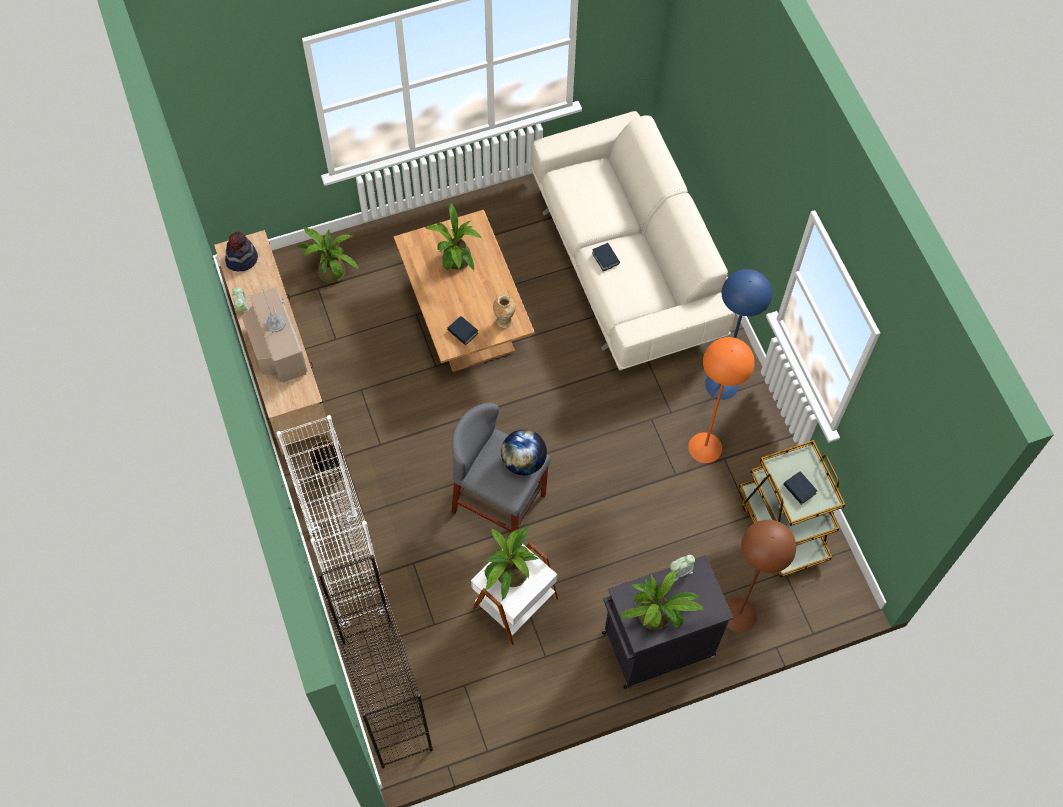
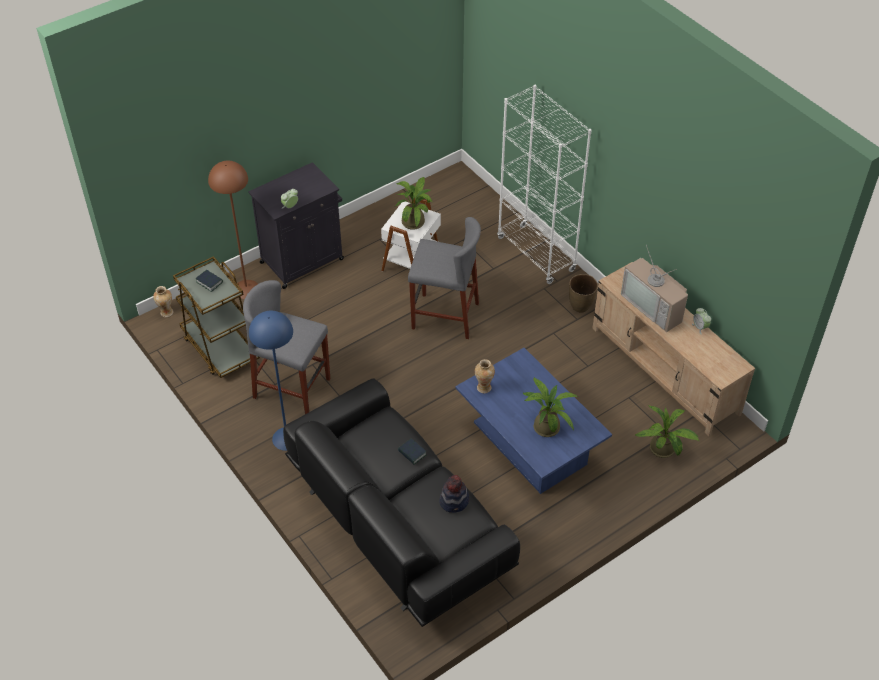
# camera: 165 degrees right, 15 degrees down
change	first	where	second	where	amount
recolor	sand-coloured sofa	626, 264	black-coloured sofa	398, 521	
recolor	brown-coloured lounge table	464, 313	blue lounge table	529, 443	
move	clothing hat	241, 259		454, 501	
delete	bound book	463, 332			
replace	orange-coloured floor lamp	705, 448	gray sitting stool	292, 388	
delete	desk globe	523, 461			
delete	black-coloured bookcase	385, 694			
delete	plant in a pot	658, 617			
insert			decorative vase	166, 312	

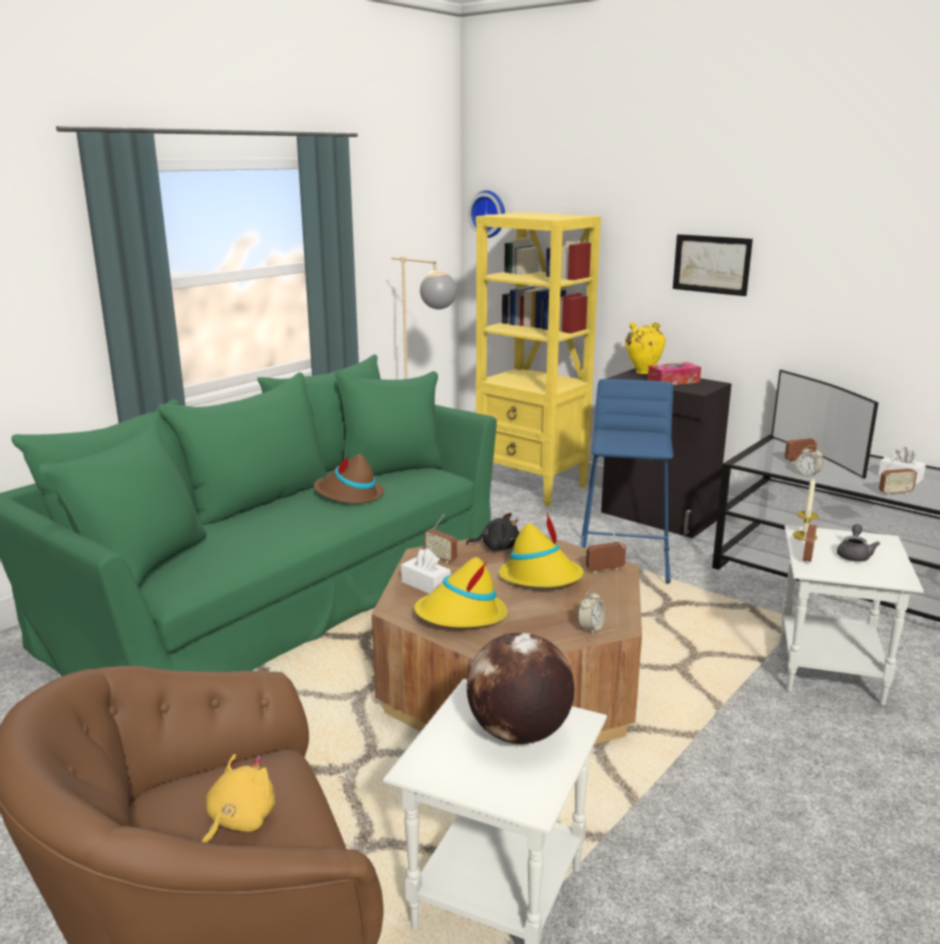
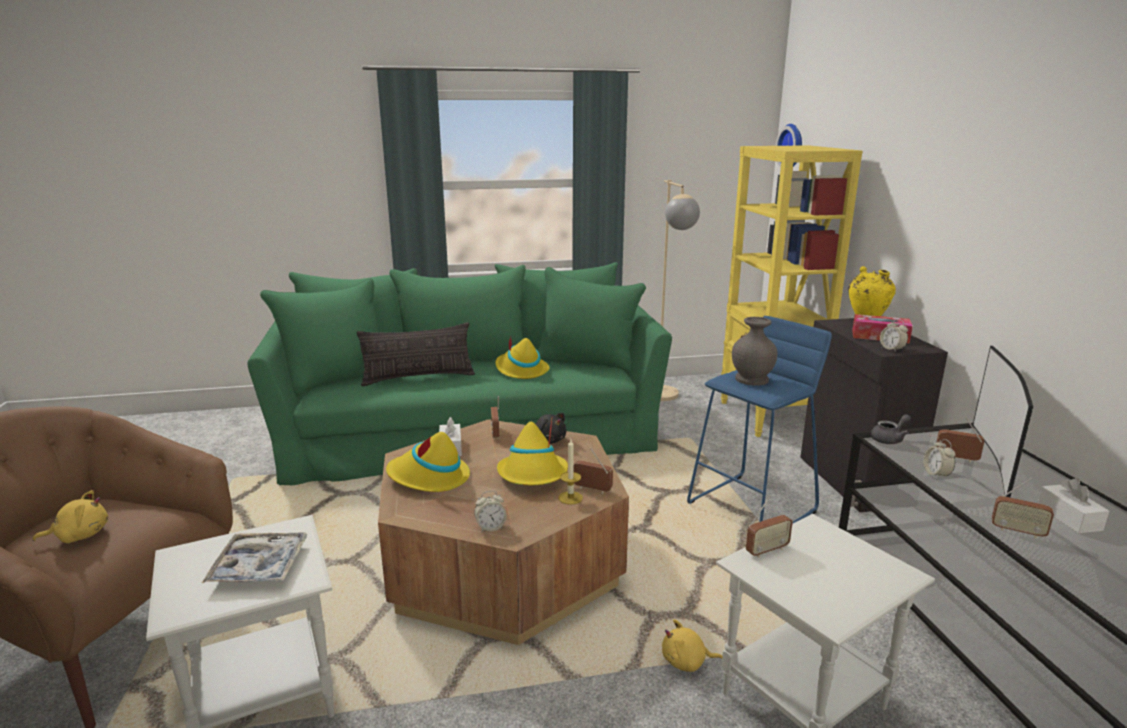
# camera: 40 degrees right, 0 degrees up
change	first	where	second	where	amount
delete	picture	711, 264			
recolor	brown-coloured clothing hat	349, 495	yellow clothing hat	521, 370	
move	wax candle	804, 536		570, 498	
move	gray tea pot	854, 555		889, 439	
replace	desk globe	518, 733	serving tray	259, 566	
insert			gray decorative vase	750, 379	
insert			table clock	891, 349	
insert			pillow	418, 378	
insert			yellow plush toy	687, 662	

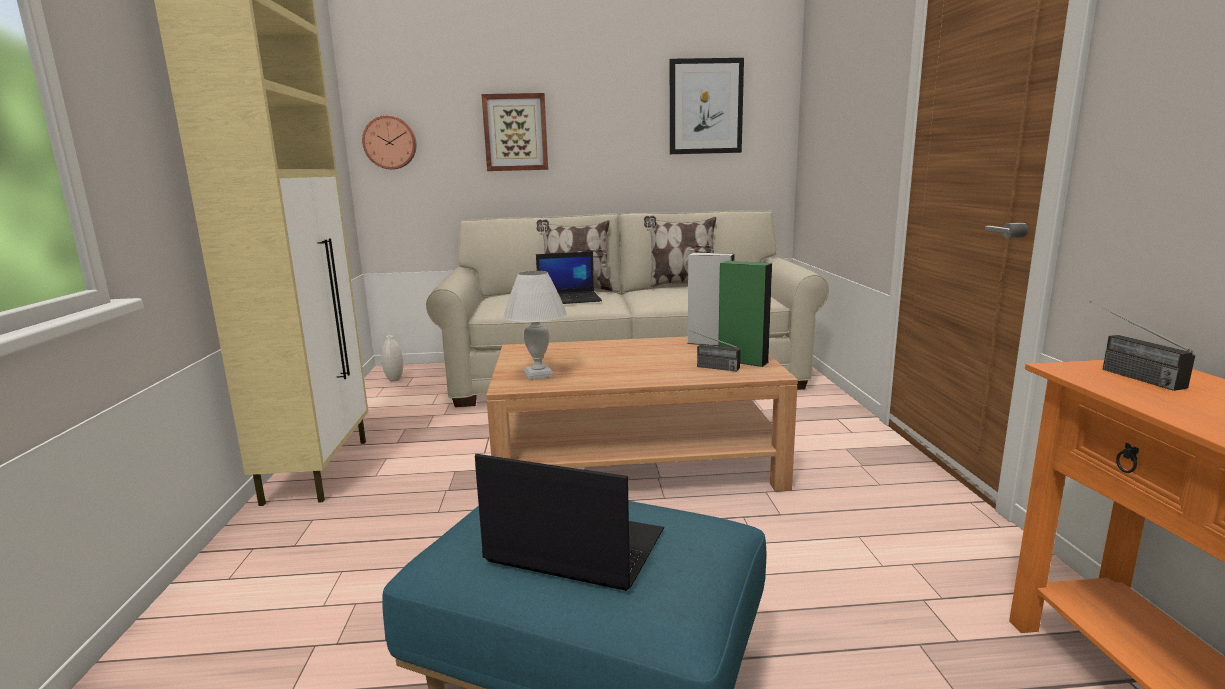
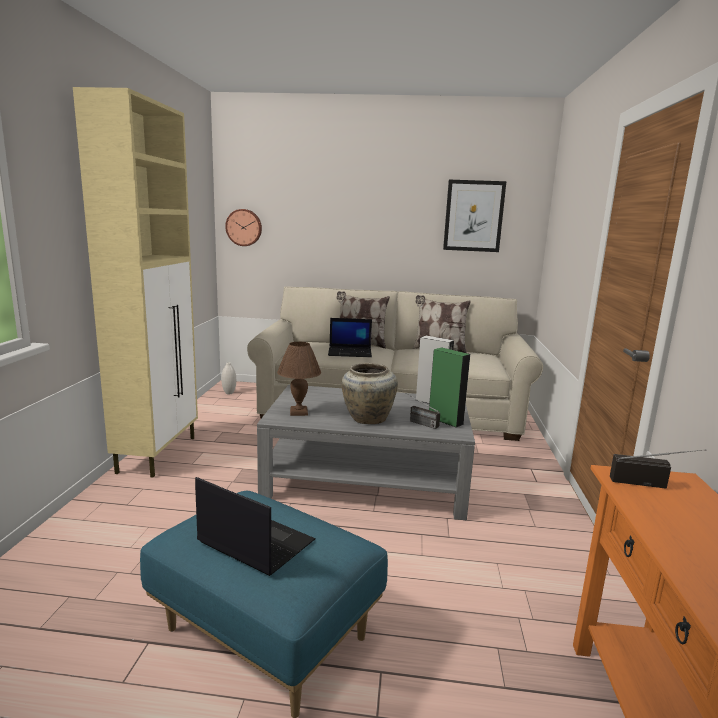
# camera: 10 degrees right, 0 degrees up
change	first	where	second	where	amount
delete	picture	515, 132			
recolor	whitish table lamp	539, 374	brown-coloured table lamp	299, 412	
rotate	radio	1122, 373		651, 483	105 degrees clockwise
recolor	brown-coloured lounge table	637, 460	gray lounge table	367, 479	
insert			sand-coloured decorative vase	367, 418	

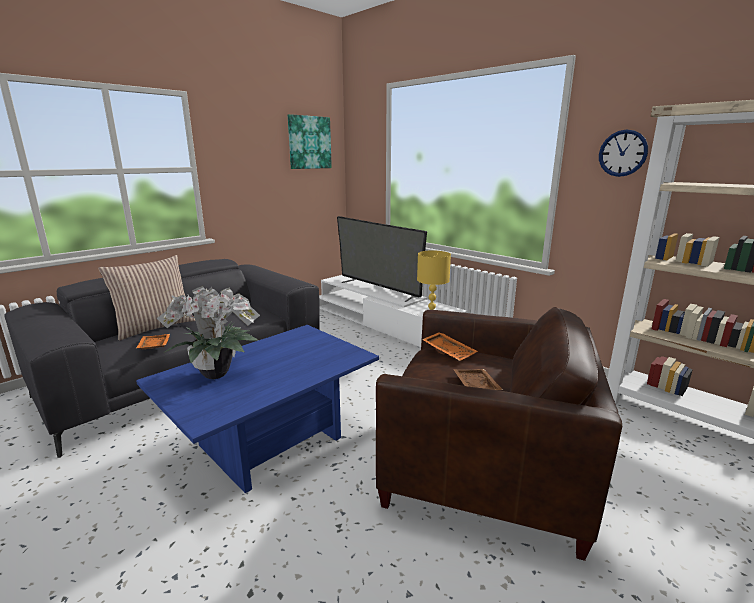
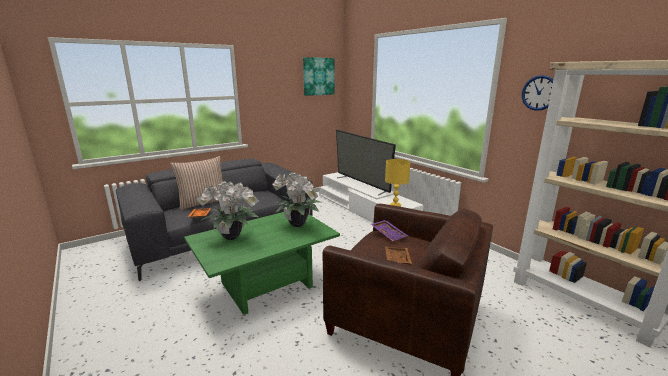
# camera: 10 degrees right, 0 degrees up
change	first	where	second	where	amount
recolor	blue lounge table	271, 444	green lounge table	266, 286	
recolor	orange-coloured serving tray	449, 352	purple-coloured serving tray	389, 234	
insert			plant in a pot	298, 225	

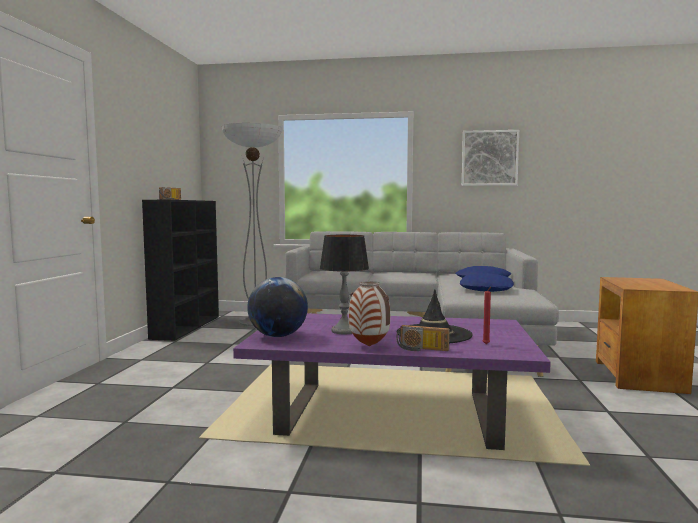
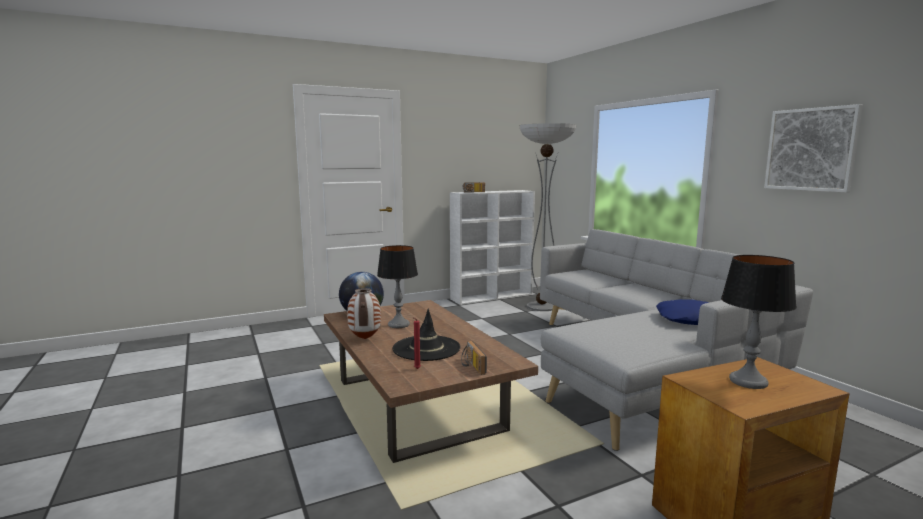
# camera: 55 degrees right, 5 degrees up
change	first	where	second	where	amount
recolor	black-coloured bookcase	187, 327	whitish bookcase	492, 296	
delete	blue pillow	486, 289			
recolor	purple-coloured lounge table	391, 413	brown-coloured lounge table	419, 404	
move	radio	421, 349		471, 366	
insert			table lamp	748, 381	

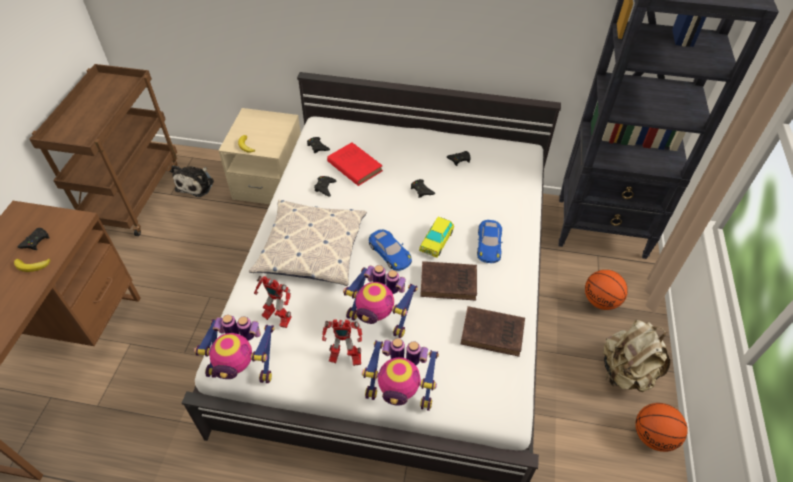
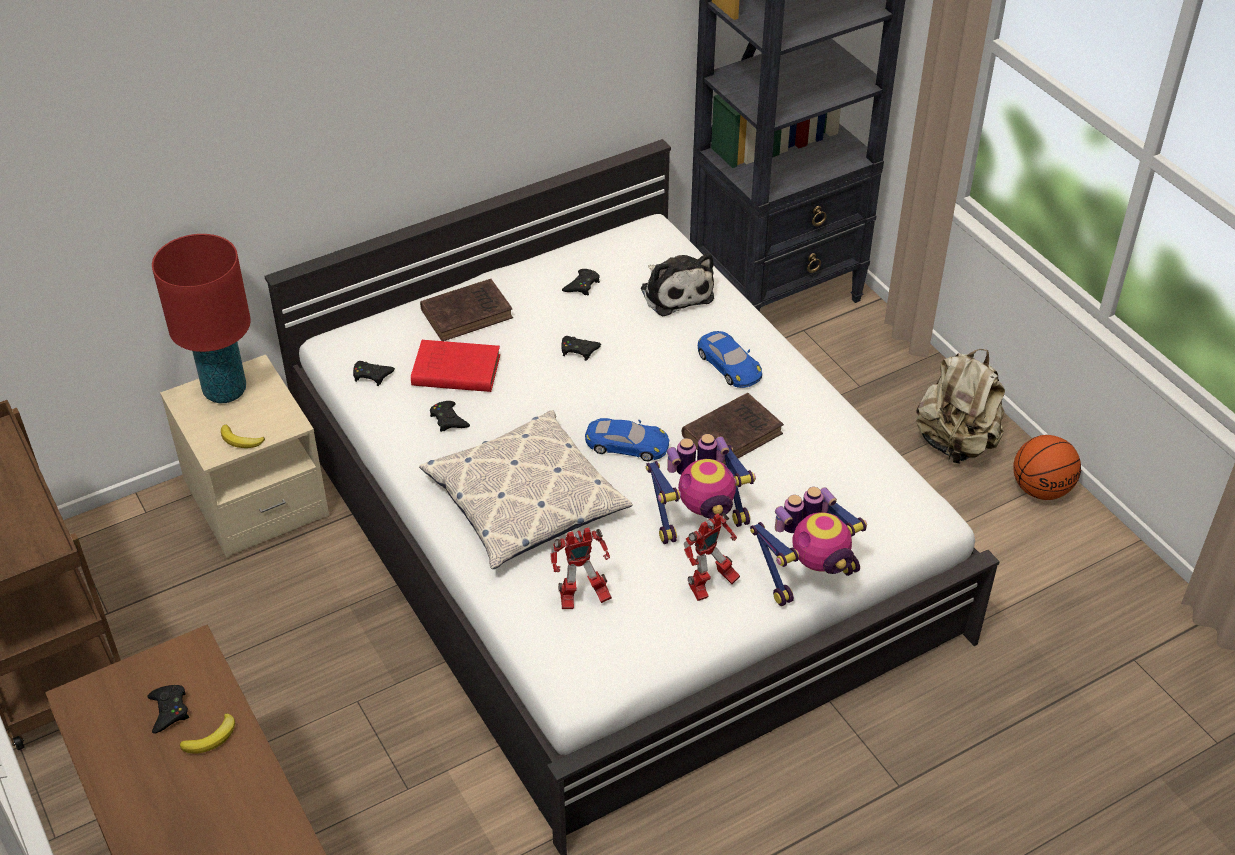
# camera: 40 degrees left, 5 degrees down
change	first	where	second	where	amount
move	plush toy	196, 184		675, 292	
delete	model car	436, 241			
delete	basketball ball	601, 301			
move	brown-coloured bound book	494, 333		469, 313	
delete	robot figure	242, 368			
insert			red table lamp	225, 391	

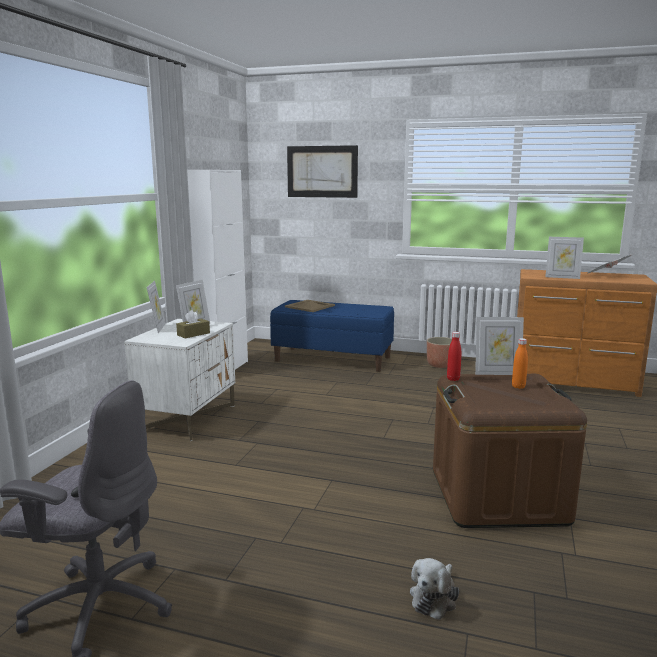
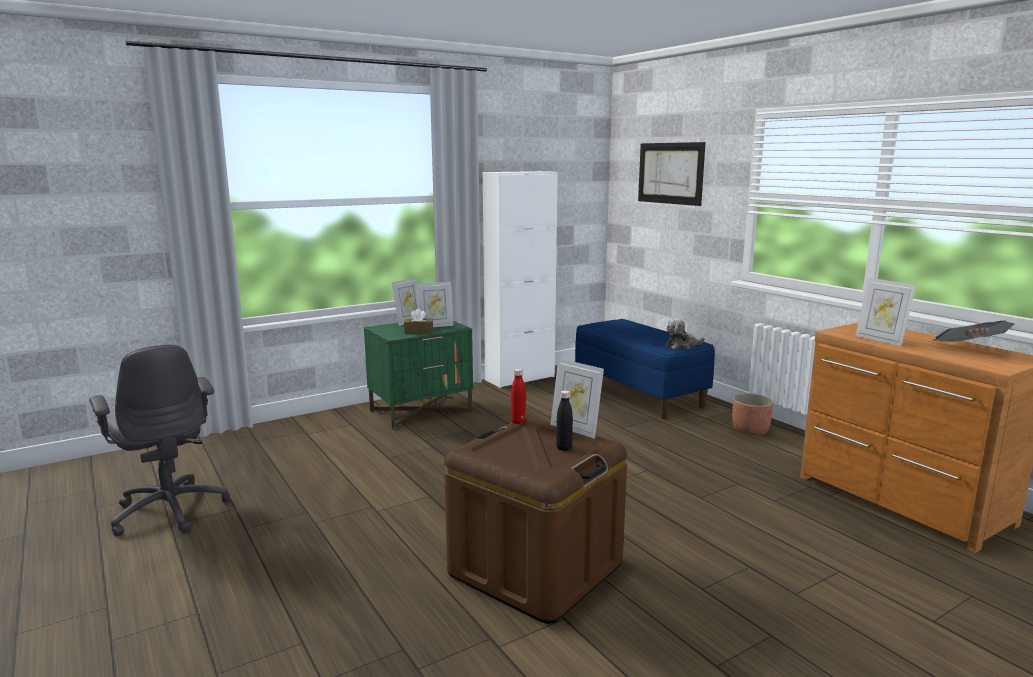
# camera: 40 degrees right, 0 degrees up
change	first	where	second	where	amount
delete	sand-coloured serving tray	310, 306			
recolor	whitish nightstand	187, 418	green nightstand	421, 411	
recolor	orange-coloured bottle	518, 387	black-coloured bottle	564, 448	
move	plush toy	434, 597		682, 346	

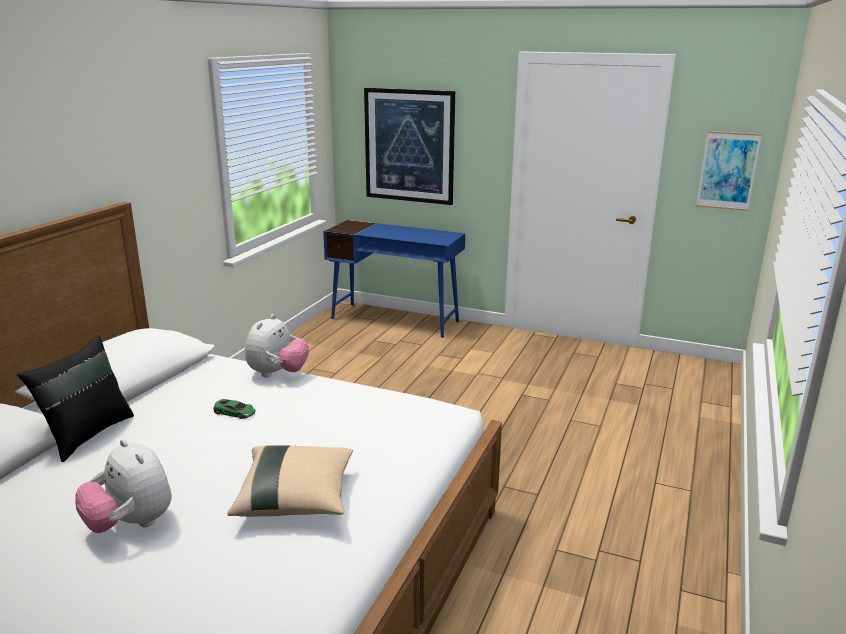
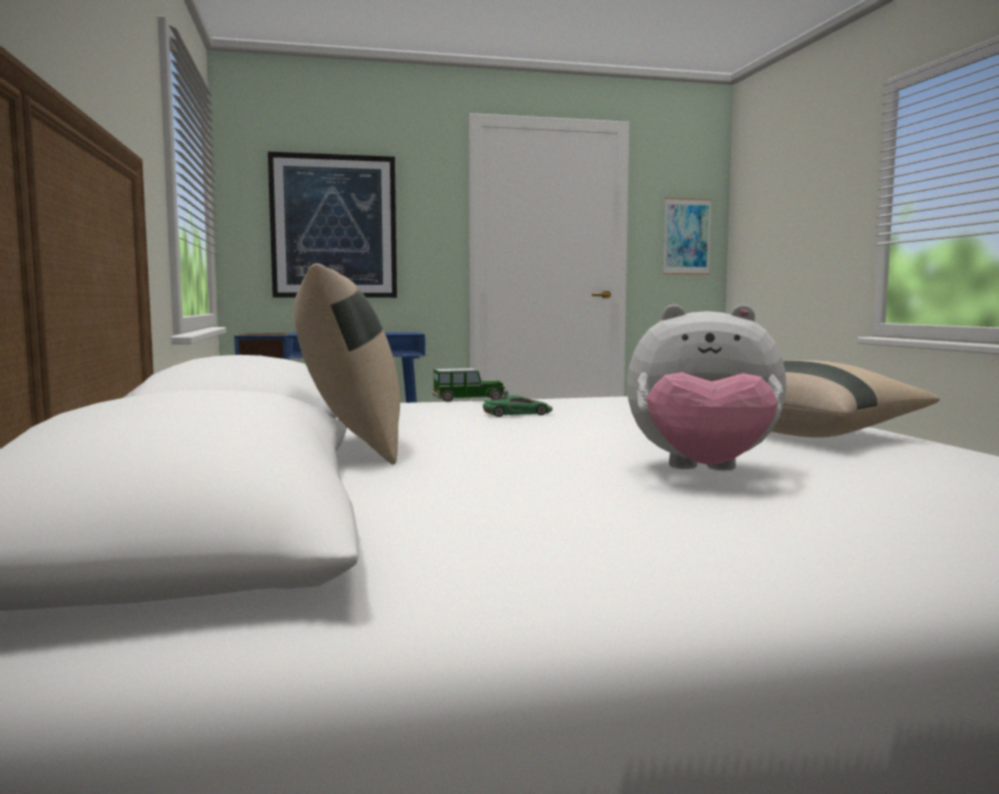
# camera: 35 degrees left, 15 degrees down
change	first	where	second	where	amount
replace	plush toy	277, 374	model car	470, 399	
recolor	black-coloured pillow	86, 434	sand-coloured pillow	349, 447	

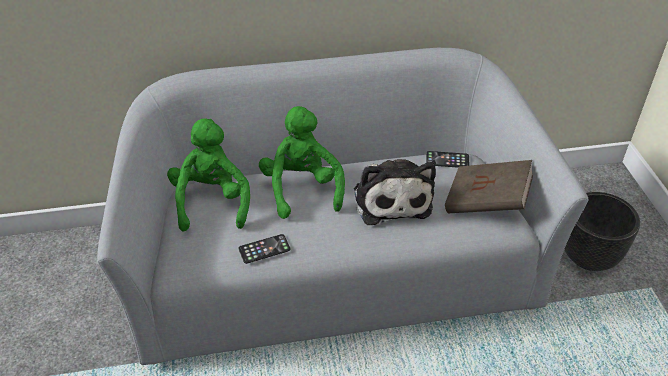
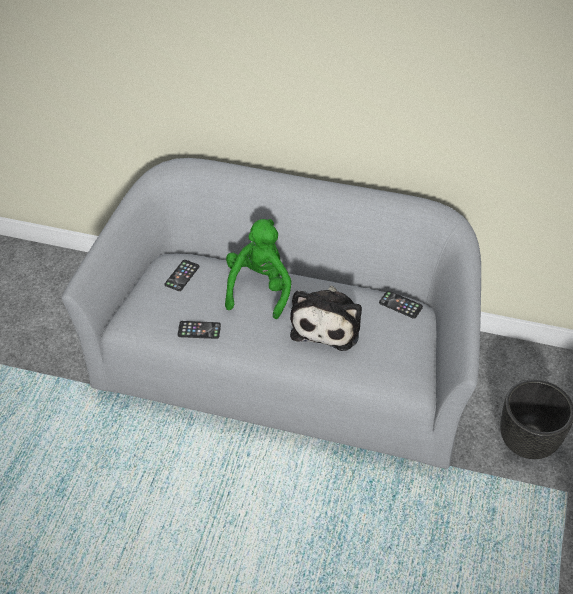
# camera: 25 degrees right, 5 degrees up
change	first	where	second	where	amount
replace	green plush toy	212, 202	phone	182, 275	
delete	brown-coloured bound book	486, 202			

